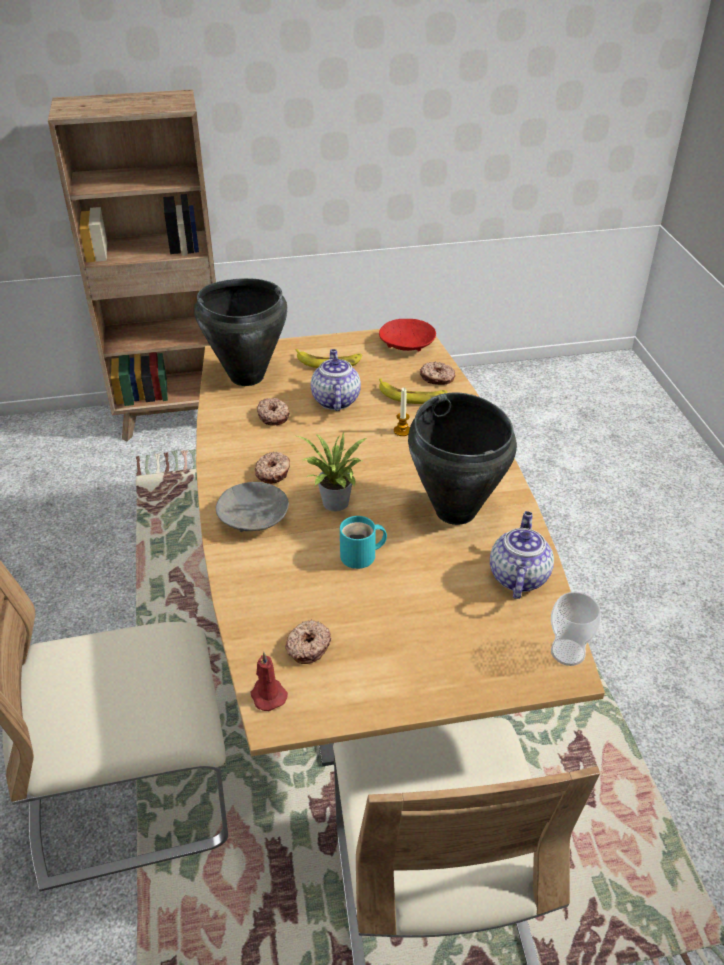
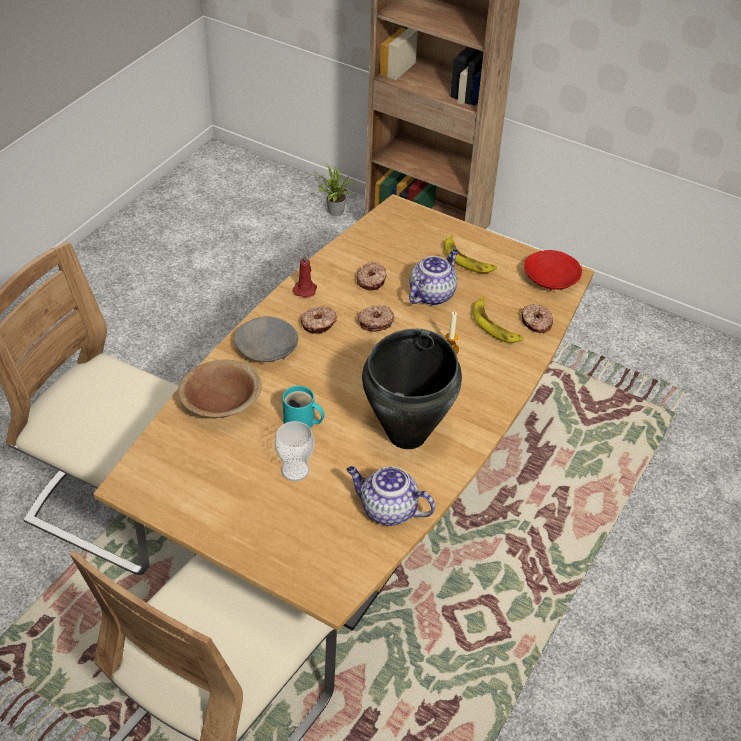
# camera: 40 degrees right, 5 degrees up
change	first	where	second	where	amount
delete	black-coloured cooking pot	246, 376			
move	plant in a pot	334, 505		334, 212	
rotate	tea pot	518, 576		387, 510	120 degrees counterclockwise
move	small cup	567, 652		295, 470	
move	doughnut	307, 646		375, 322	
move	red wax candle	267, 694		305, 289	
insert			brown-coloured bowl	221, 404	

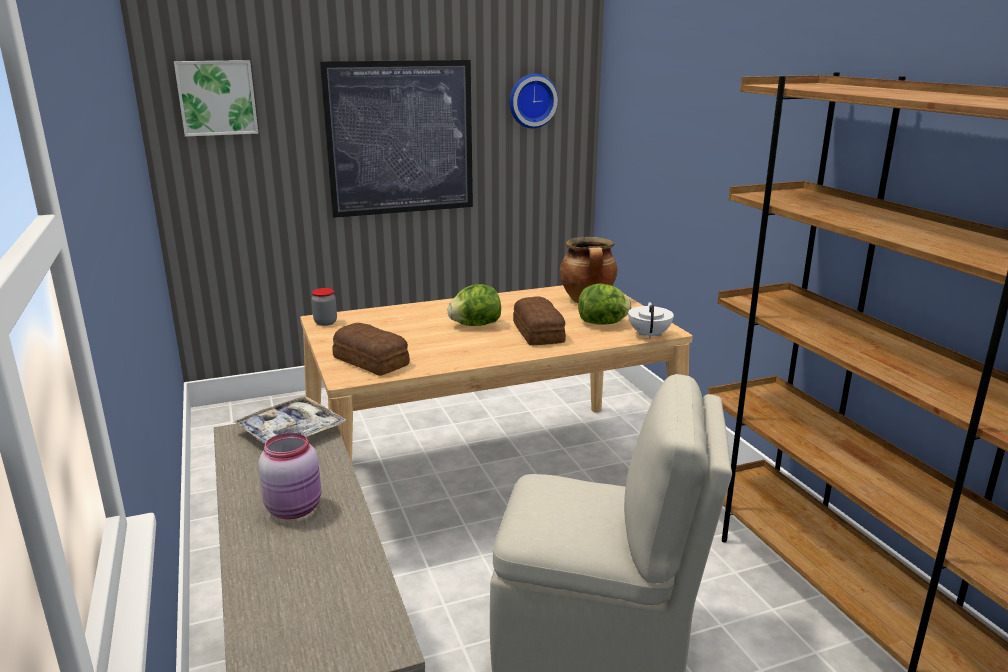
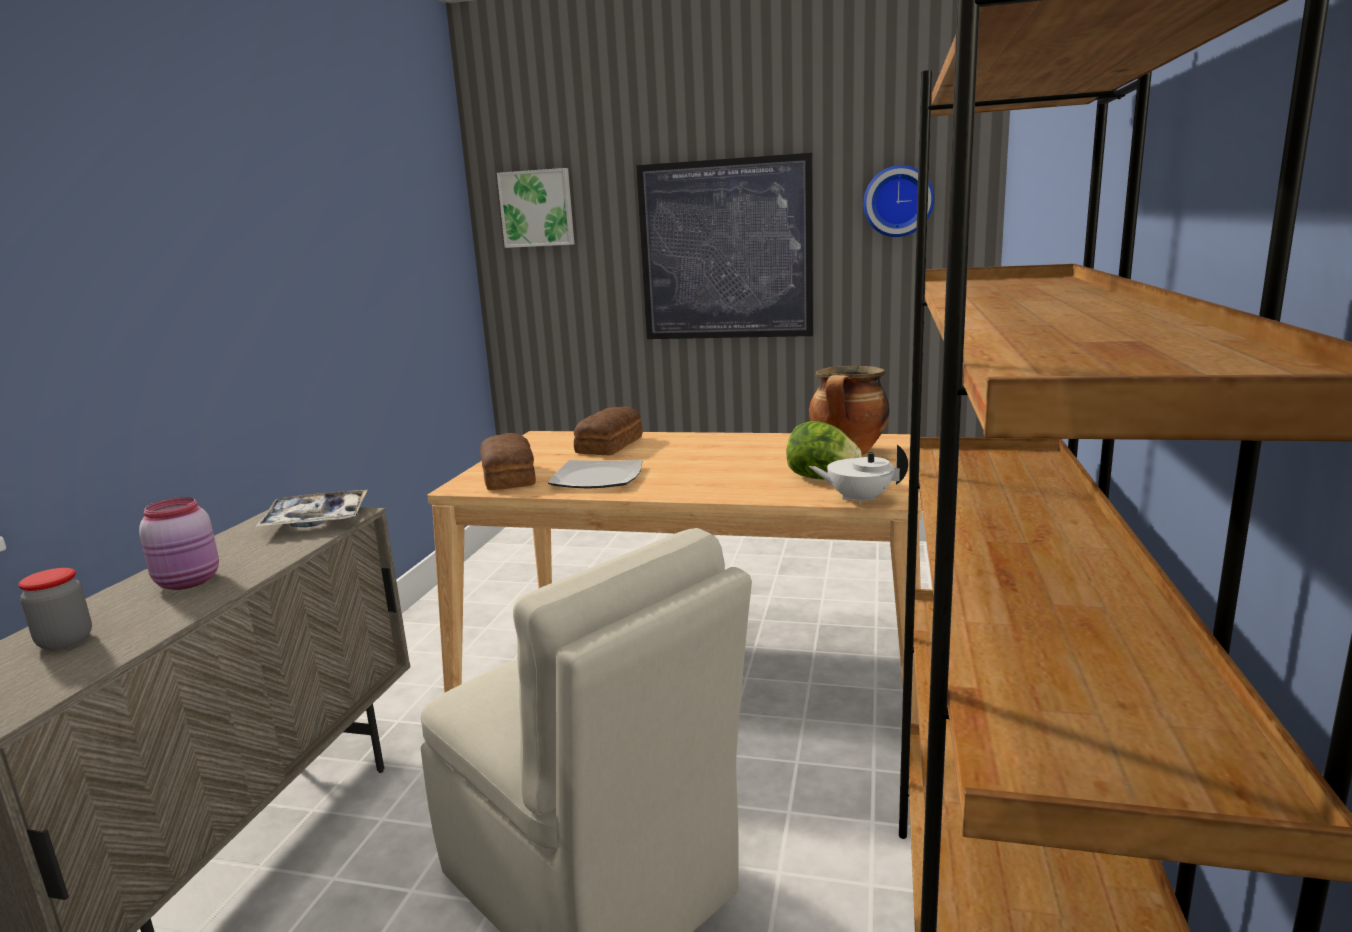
# camera: 35 degrees right, 5 degrees down
change	first	where	second	where	amount
delete	lettuce head	475, 325			
move	storage jar	325, 322		65, 641	
move	bread	539, 332		611, 445	
rotate	whitish tea pot	649, 335		858, 499	120 degrees counterclockwise
insert			flat dish	597, 478	

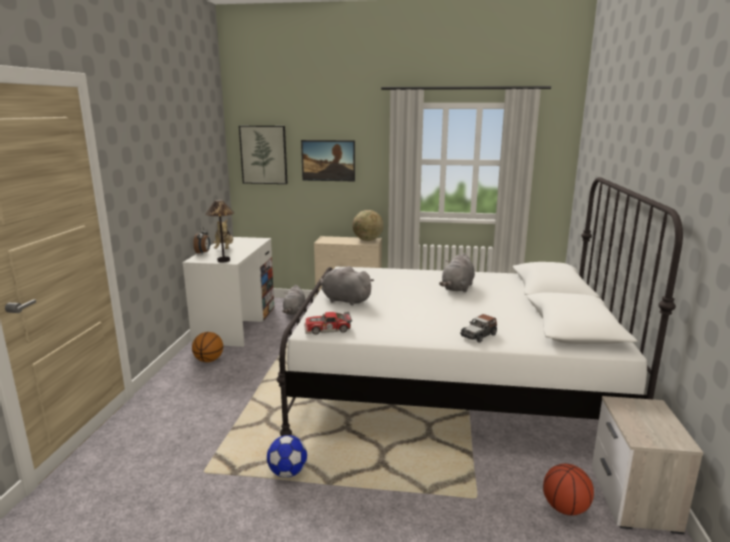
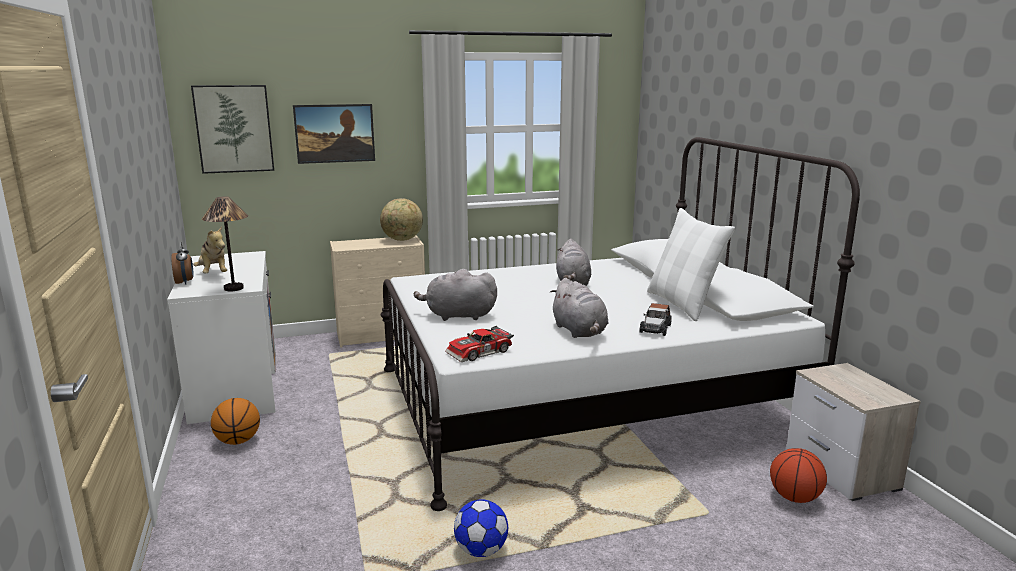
# camera: 25 degrees left, 0 degrees up
change	first	where	second	where	amount
move	gray plush toy	294, 312		580, 331	
insert			whitish pillow	682, 304	

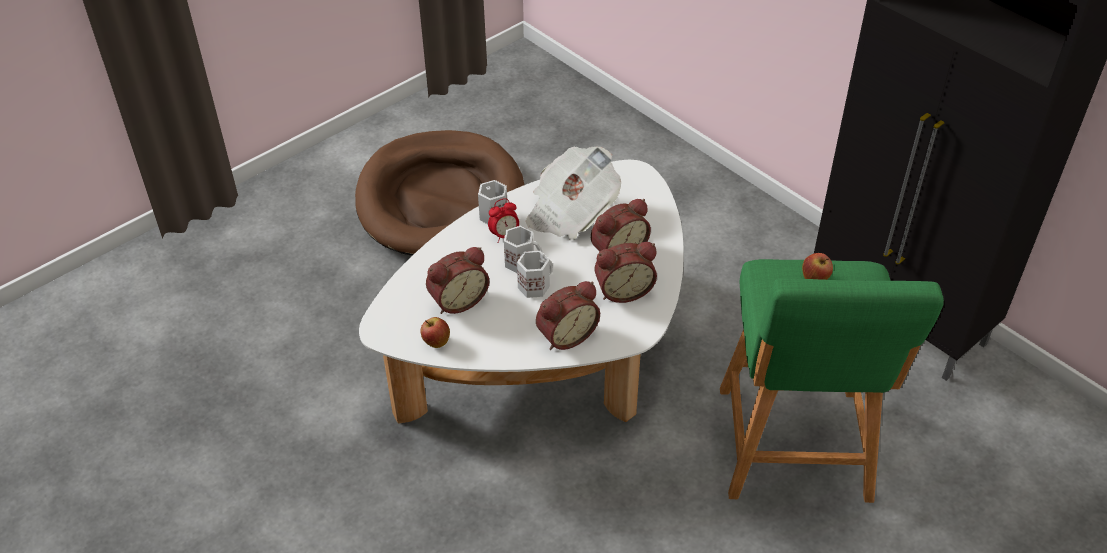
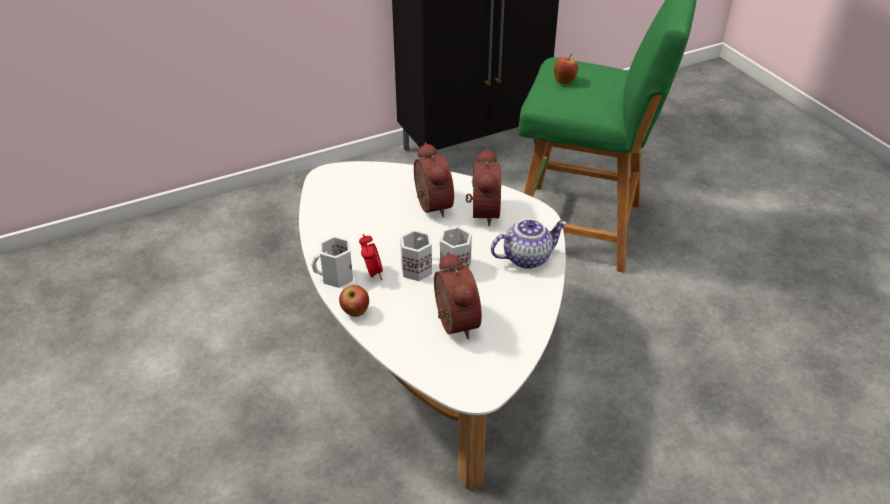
# camera: 75 degrees left, 5 degrees down
change	first	where	second	where	amount
delete	brown-coloured dog bed	441, 200			
delete	newspaper	570, 212			
replace	table clock	565, 335	tea pot	527, 257	
move	apple fruit	436, 342		355, 312	

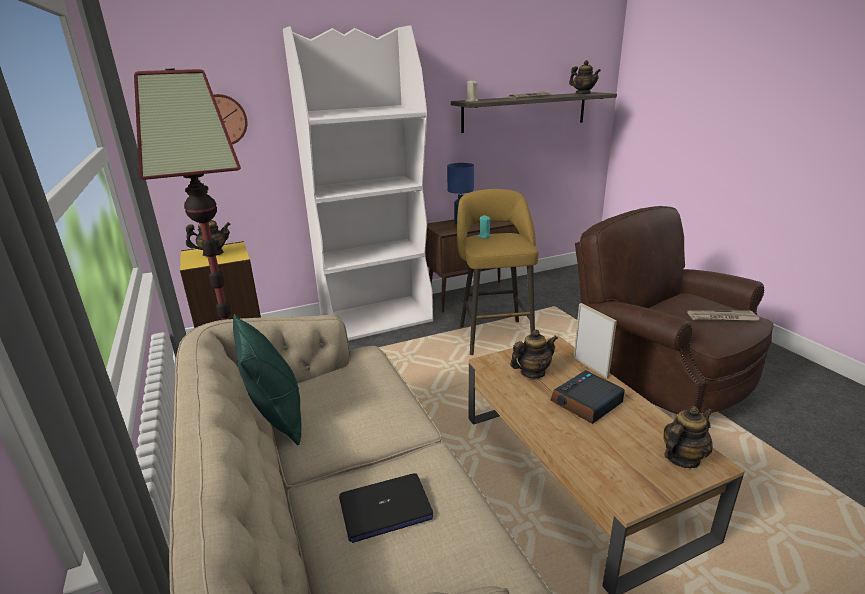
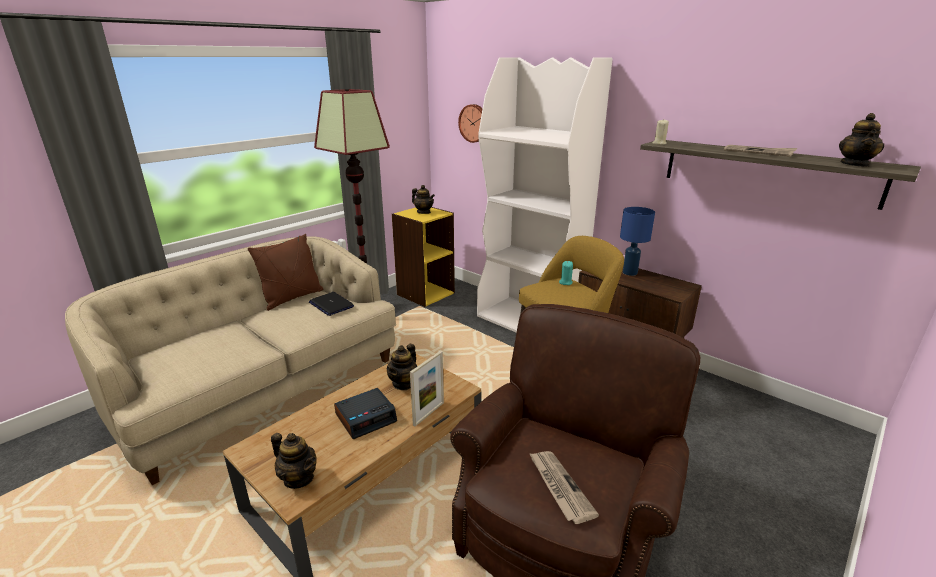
# camera: 65 degrees right, 0 degrees up
change	first	where	second	where	amount
recolor	green pillow	277, 417	brown-coloured pillow	292, 298	
rotate	tea pot	532, 372		403, 383	75 degrees clockwise
rotate	table clock	586, 403		366, 417	120 degrees clockwise
move	laptop	385, 508		331, 304	

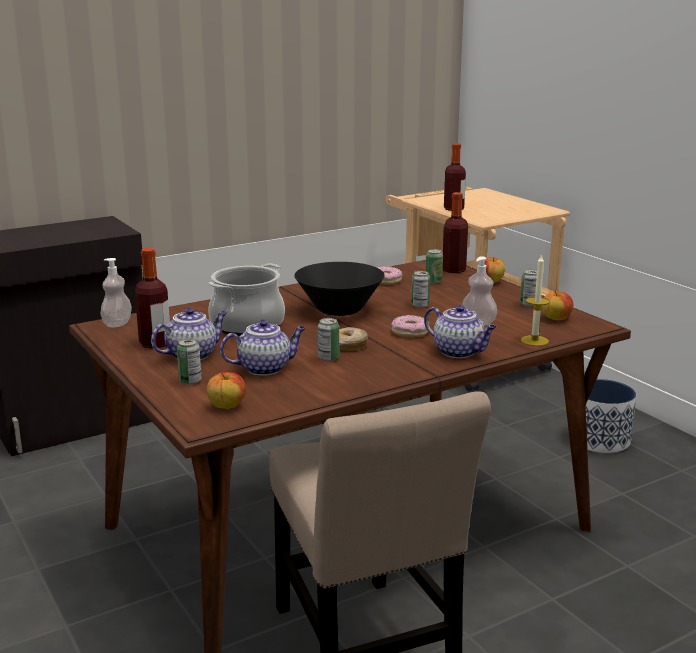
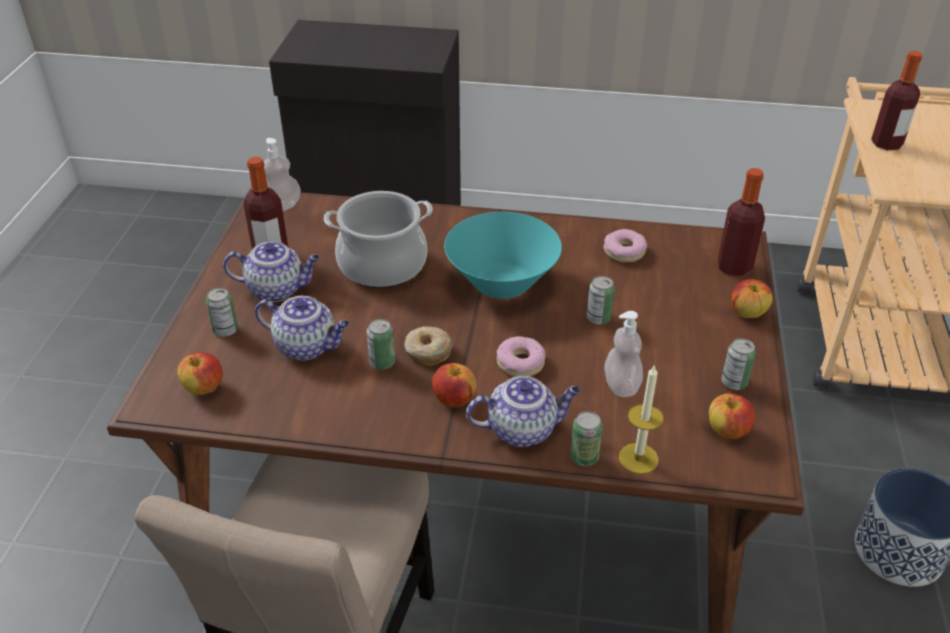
# camera: 40 degrees right, 20 degrees up
change	first	where	second	where	amount
move	can	433, 281		584, 457	
recolor	black-coloured bowl	339, 310	turquoise-coloured bowl	501, 283	
rotate	tea pot	459, 352		523, 429	90 degrees counterclockwise
insert			apple fruit	454, 399	

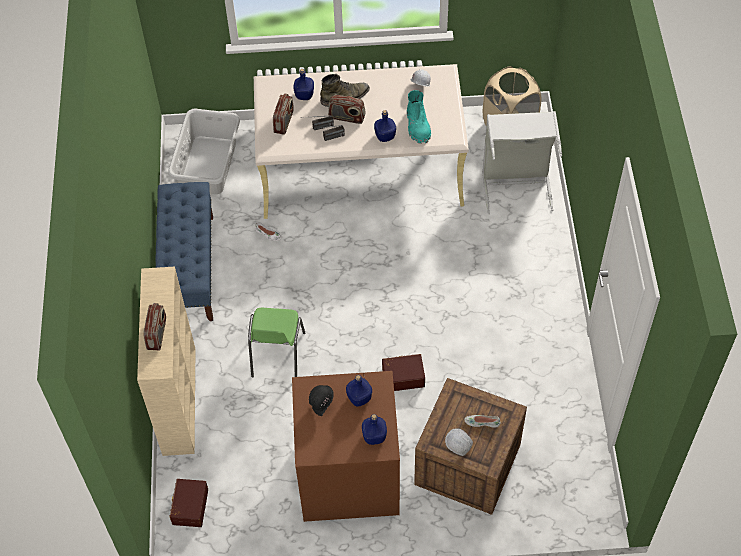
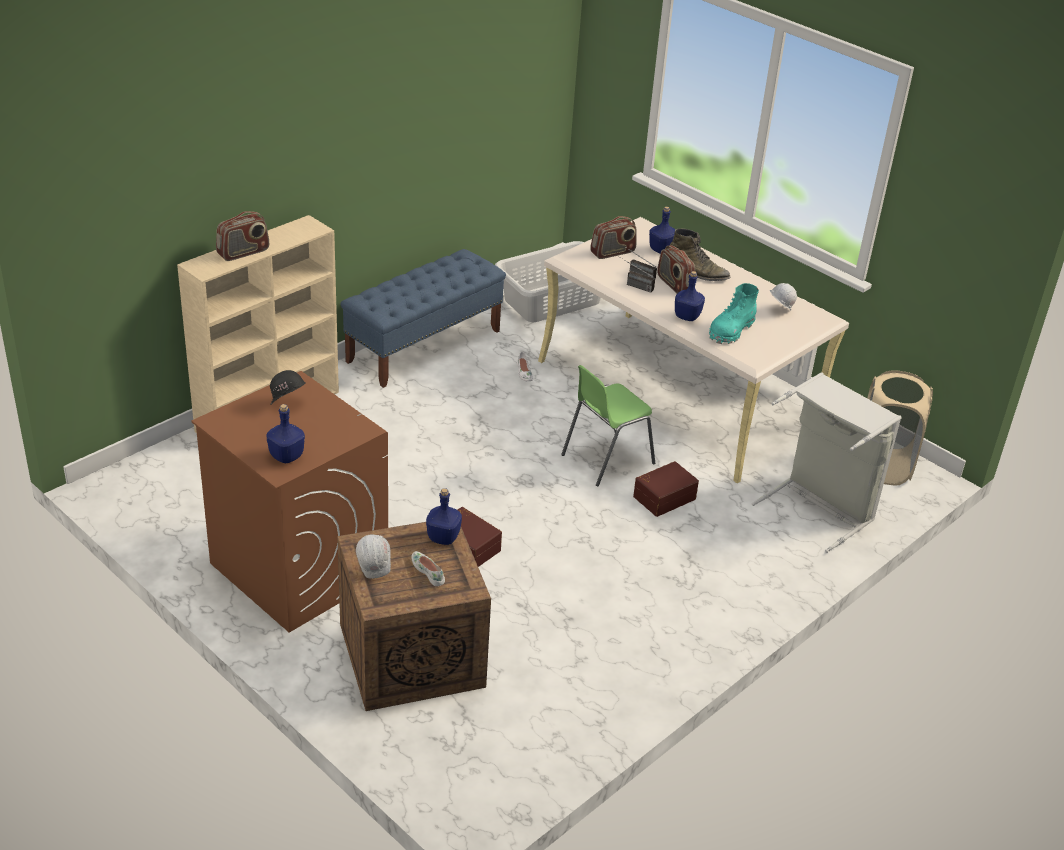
# camera: 45 degrees right, 20 degrees down
change	first	where	second	where	amount
move	green plain chair	277, 355		606, 459	
move	blue bottle	359, 398		443, 537	
move	brown-coloured storage box	189, 506		663, 497	

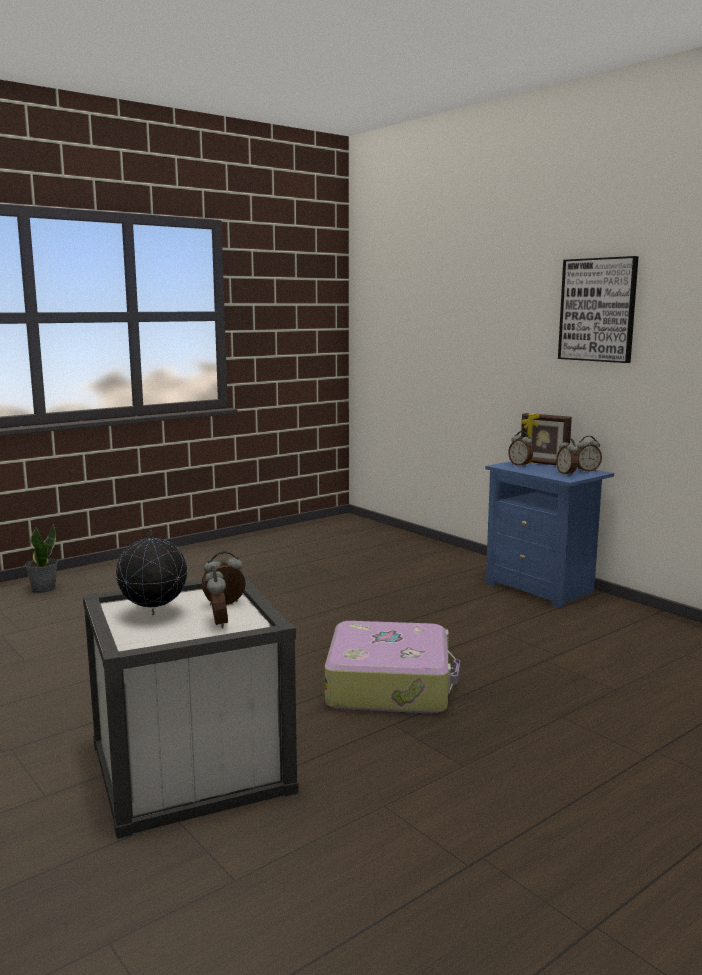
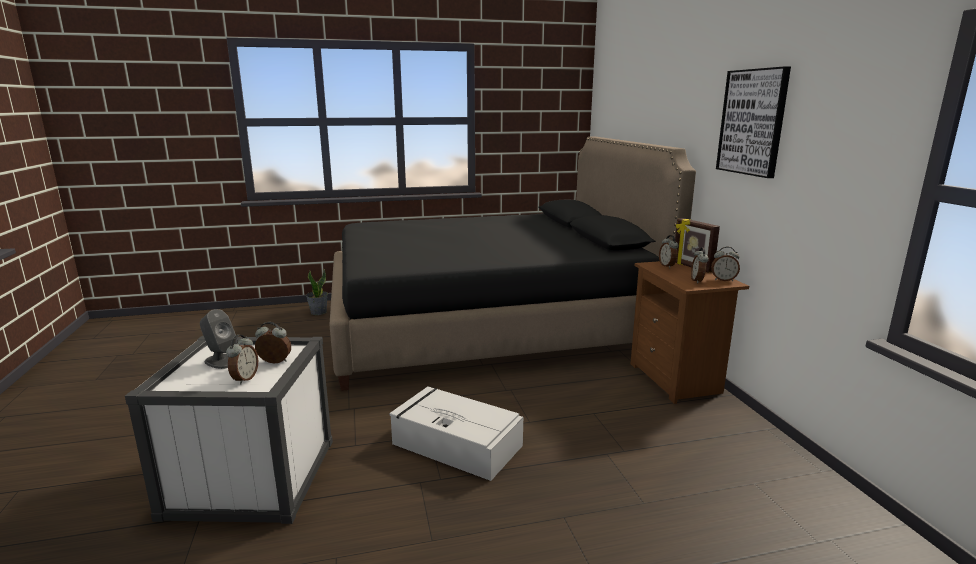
# camera: 25 degrees right, 5 degrees up
change	first	where	second	where	amount
recolor	blue nightstand	543, 588	brown-coloured nightstand	677, 379	
replace	desk globe	154, 614	gray audio speaker	221, 361	
replace	piece of luggage	390, 684	gray storage box	455, 444	
insert			black-coloured bed	488, 325	

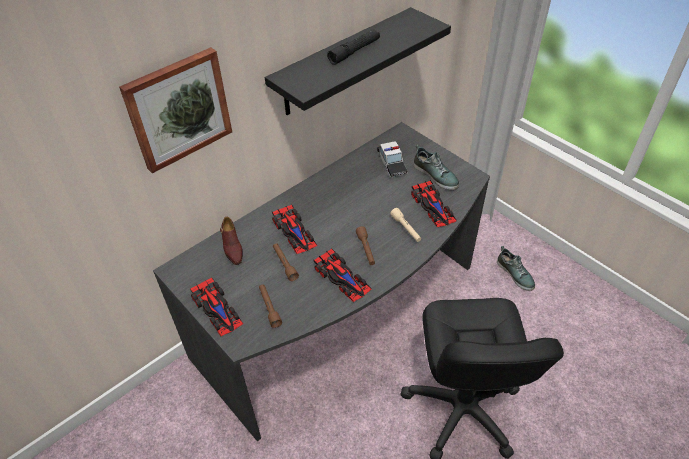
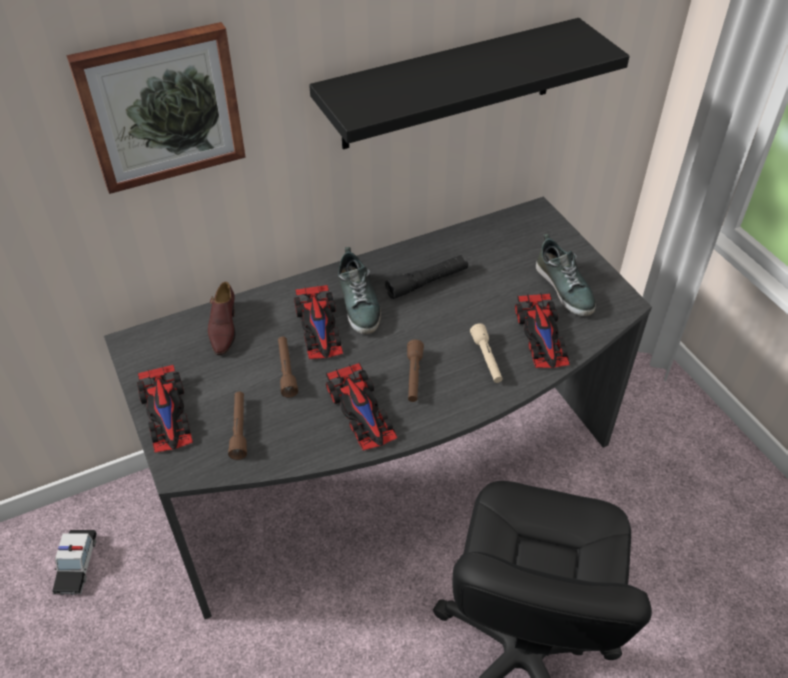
# camera: 15 degrees right, 0 degrees up
change	first	where	second	where	amount
move	black-coloured flashlight	354, 52		427, 282	
move	model car	391, 164		77, 565	
move	item of footwear	515, 274		359, 303	

